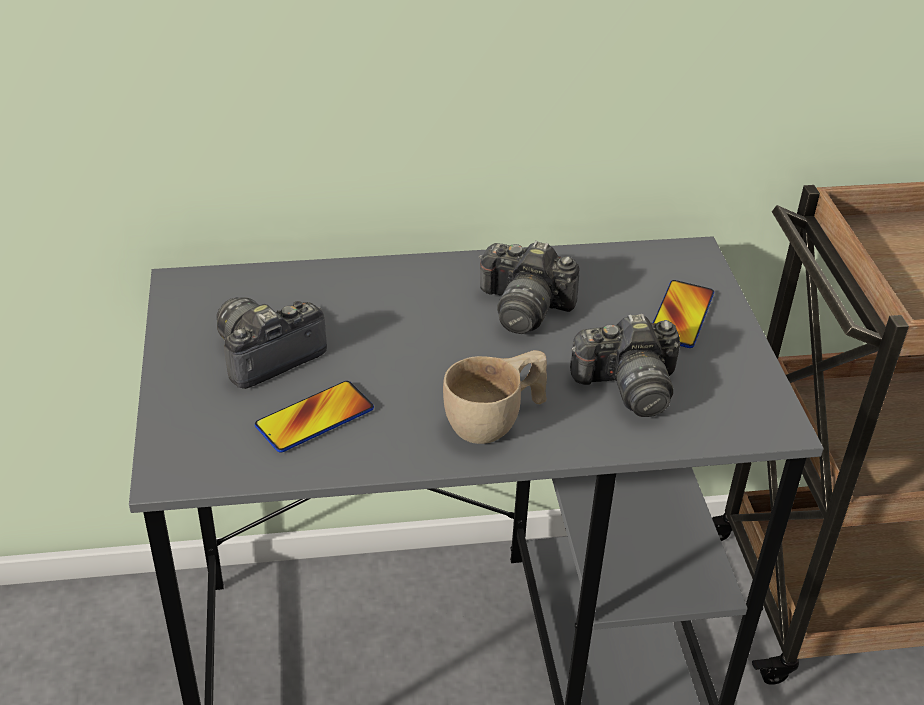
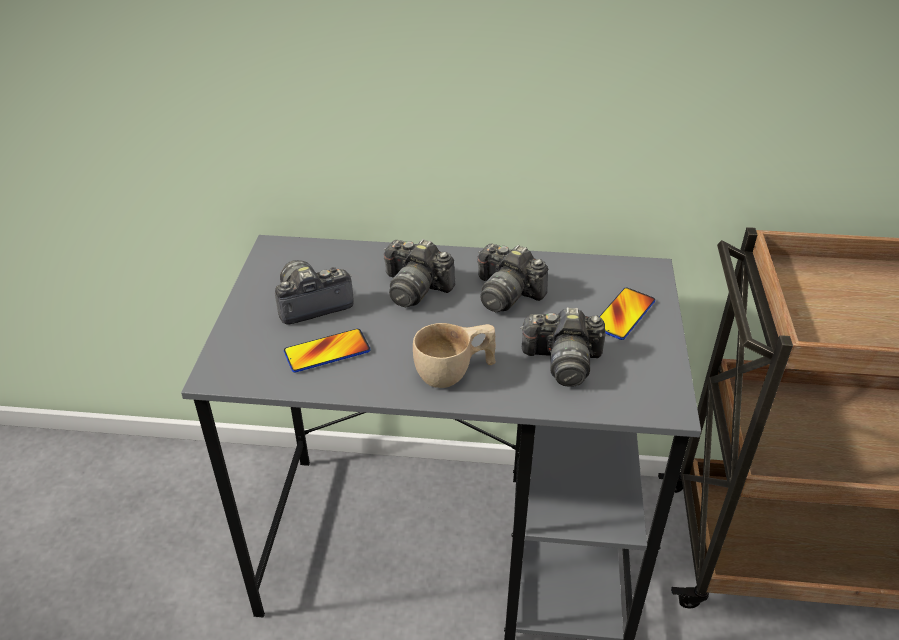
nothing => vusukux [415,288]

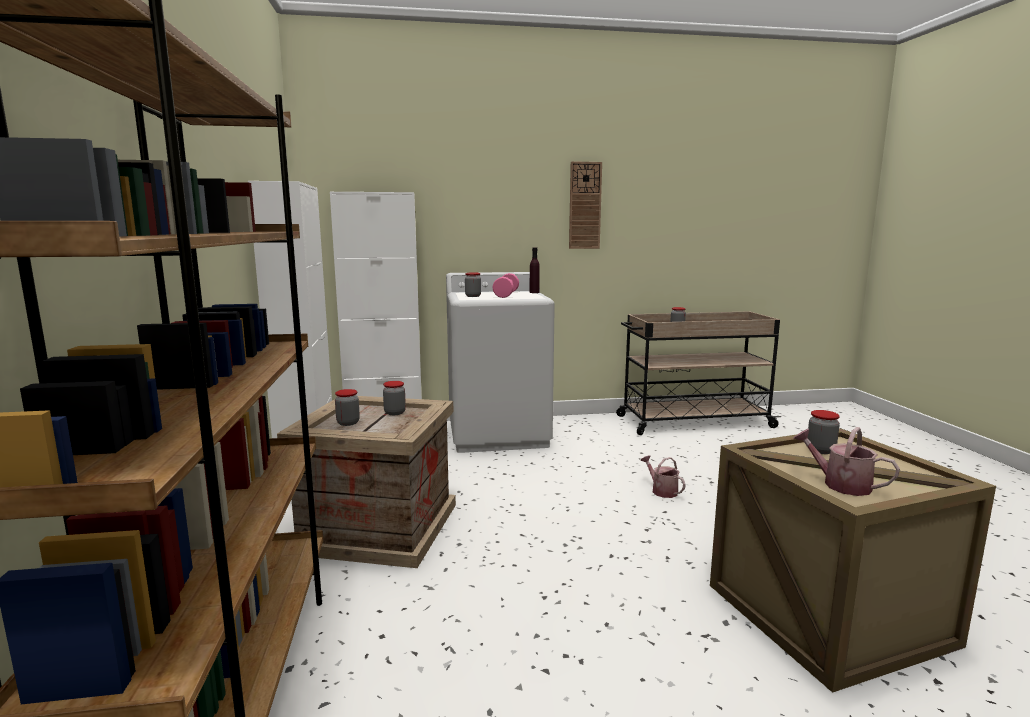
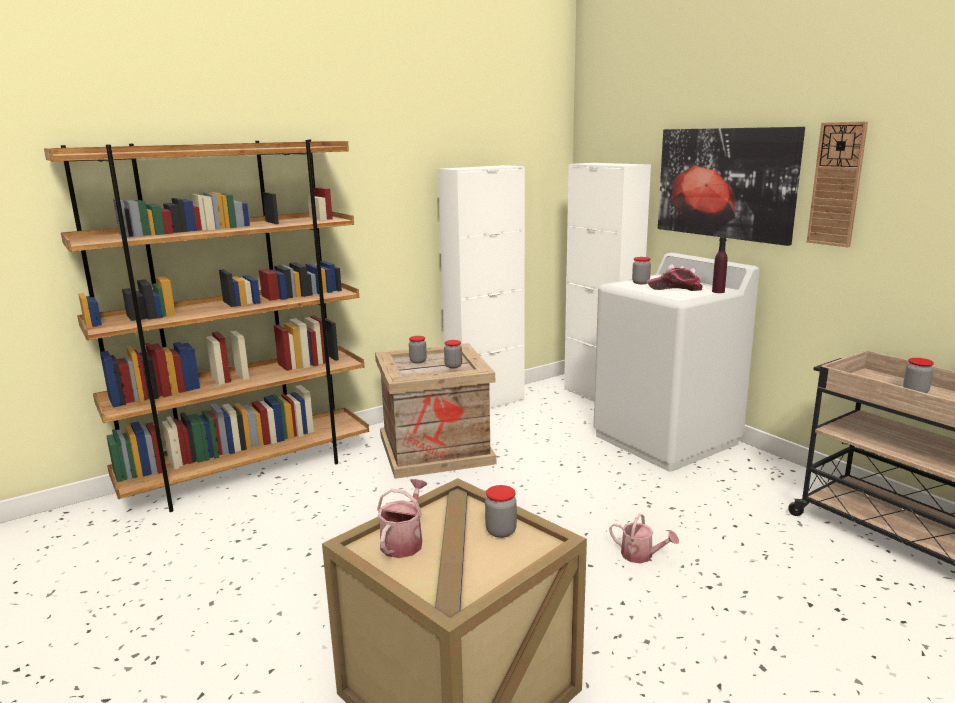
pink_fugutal [506,295] => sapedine [675,288]
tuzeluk [662,490] => tuzeluk [641,556], 90 degrees clockwise
nothing => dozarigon [725,183]

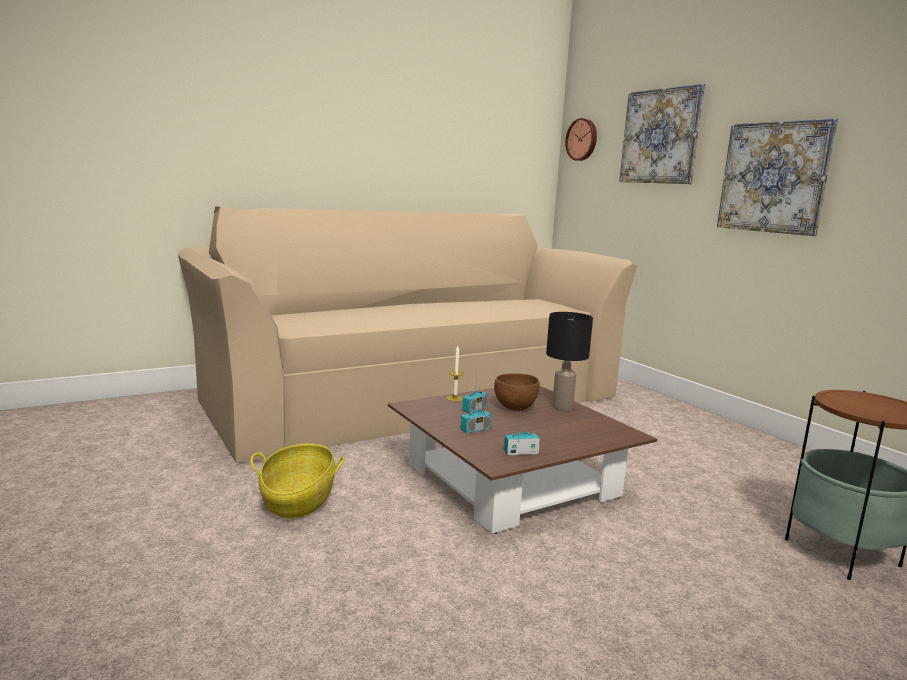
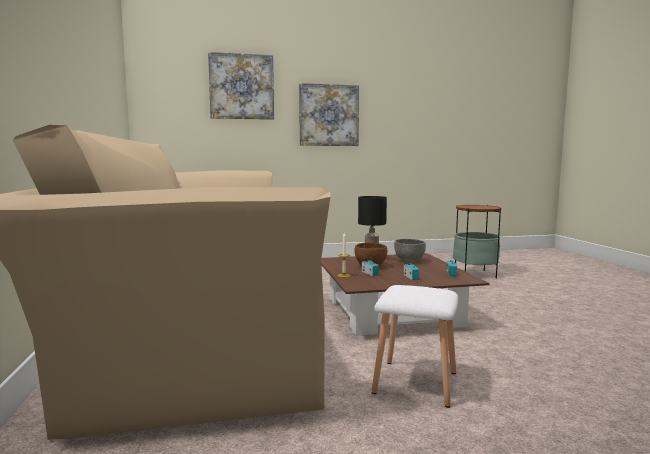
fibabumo [298,500] => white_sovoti [414,382]
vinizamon [582,139] => nothing
nothing => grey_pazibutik [409,261]

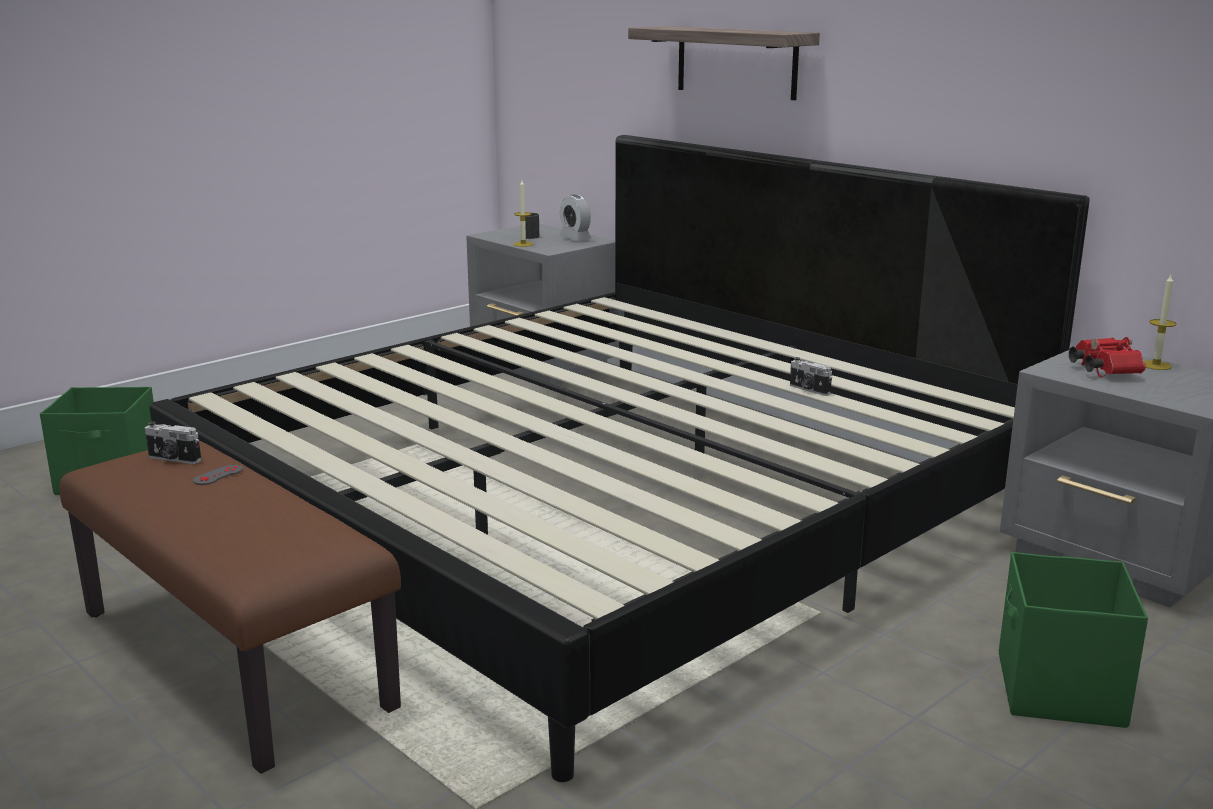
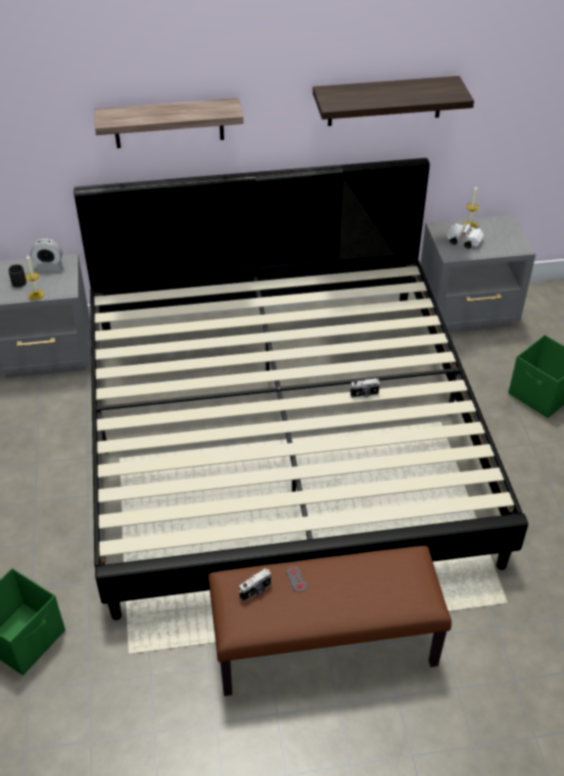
vusukux [809,390] => vusukux [364,394], move
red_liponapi [1102,370] => white_liponapi [462,241]
nothing => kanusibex [385,101]

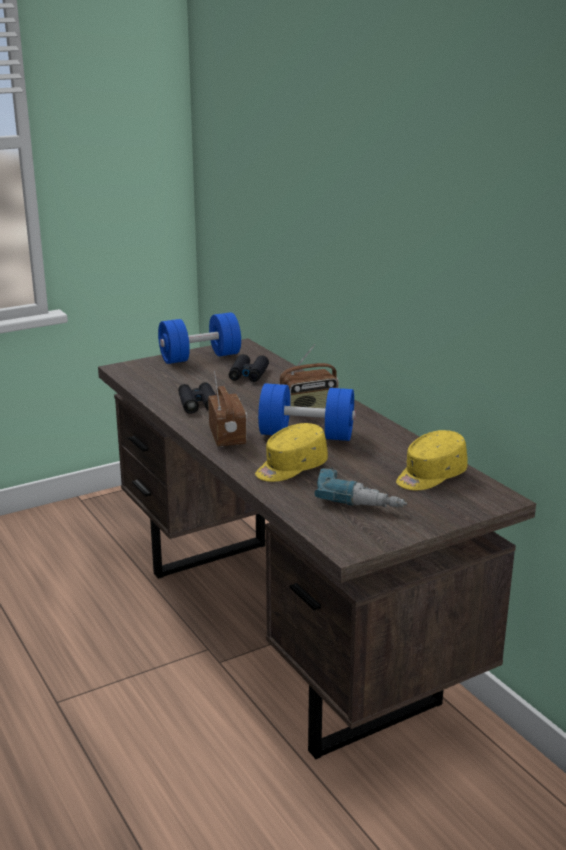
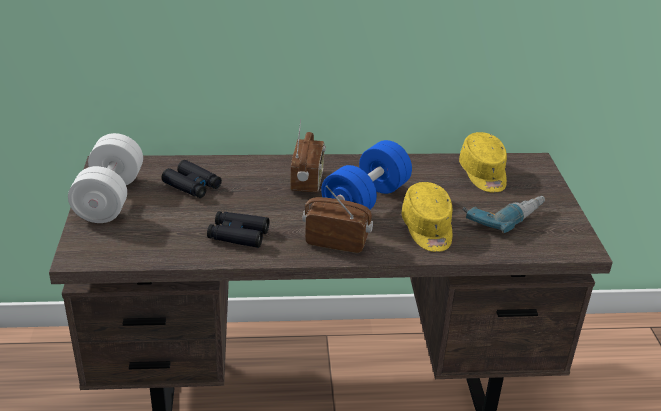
blue_fugutal [200,357] => white_fugutal [110,198]

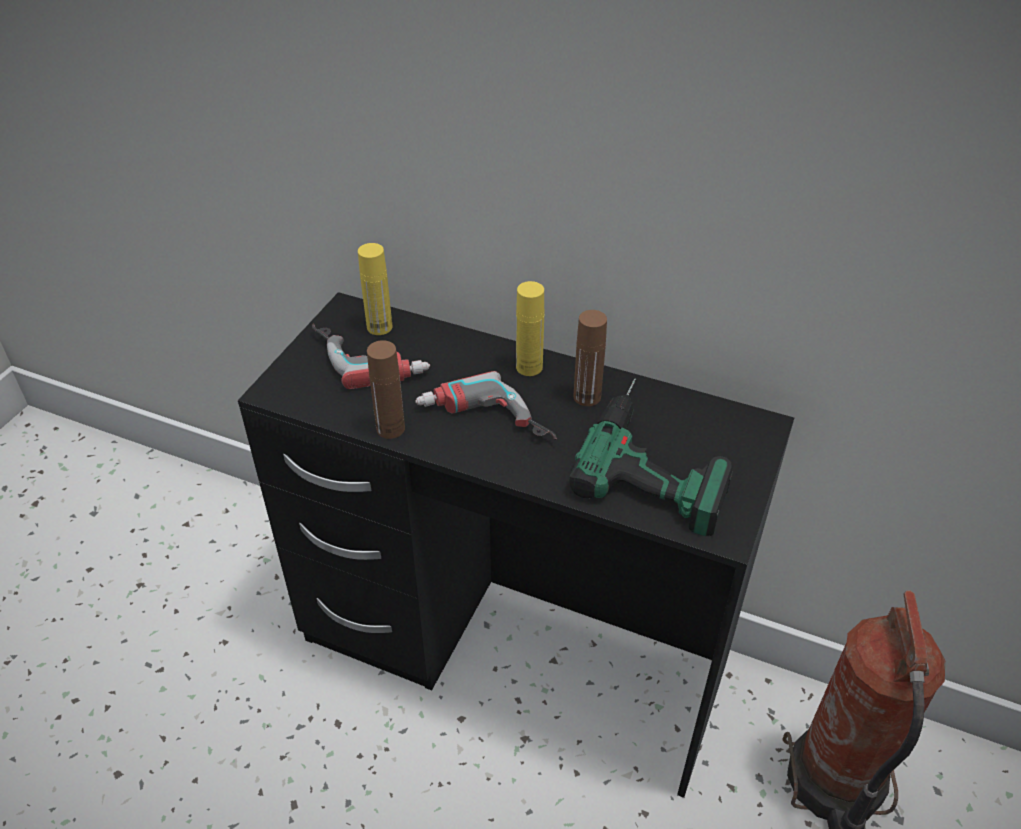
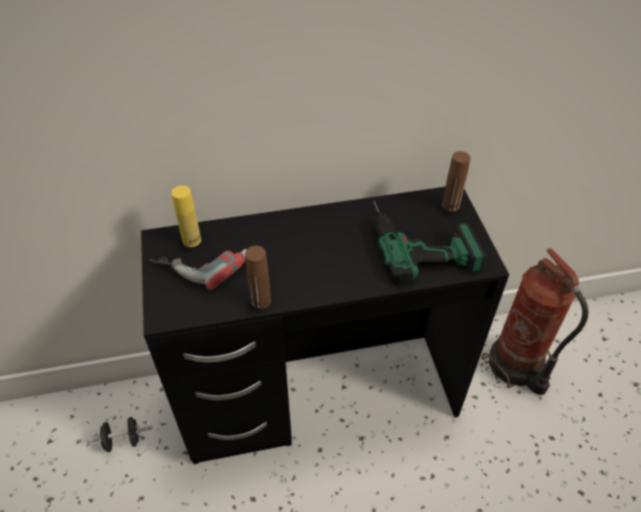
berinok [483,425] => nothing
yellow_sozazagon [529,367] => nothing
brown_sozazagon [587,397] => brown_sozazagon [450,206], move
nothing => black_fugutal [123,440]

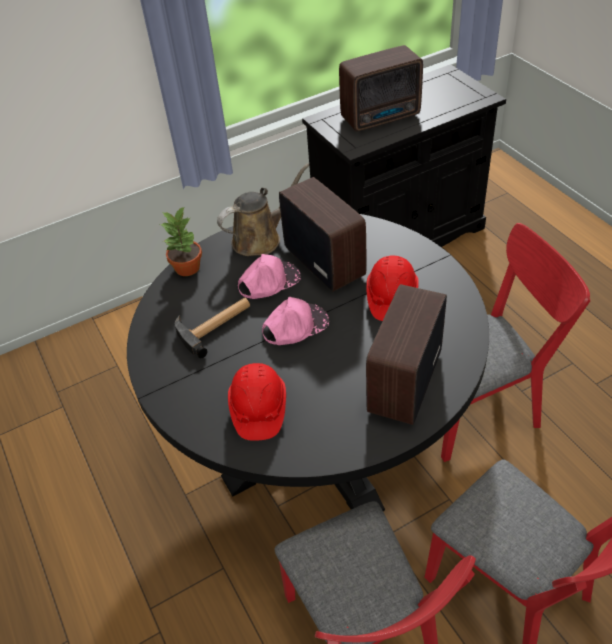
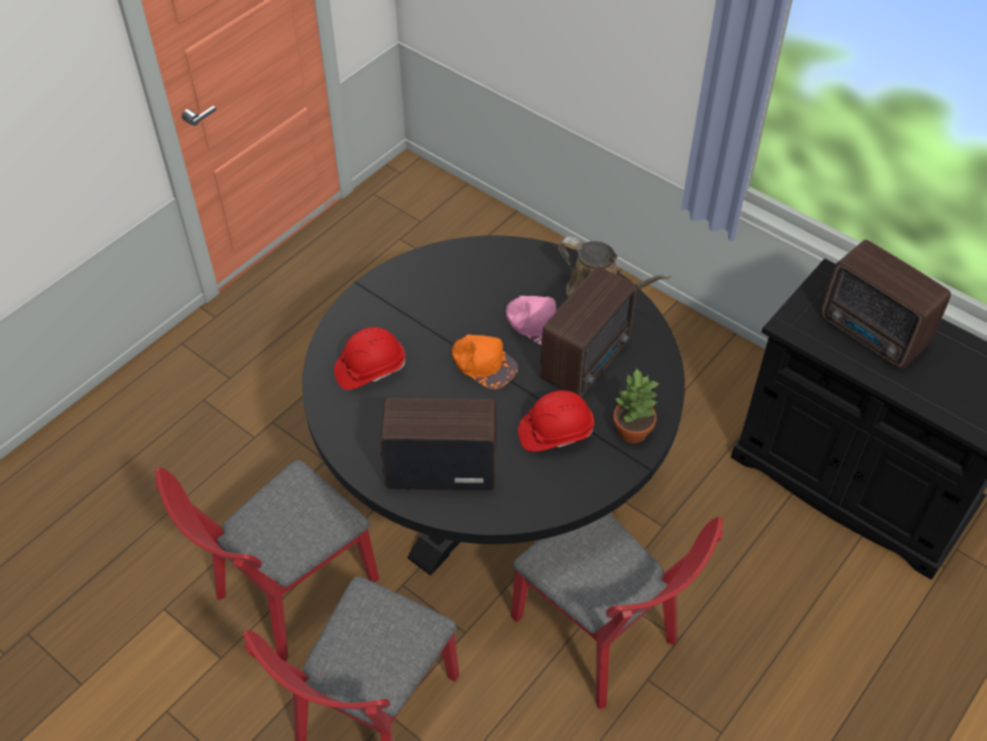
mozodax [188,268] => mozodax [632,432], move
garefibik [216,325] => nothing
pink_sapedine [295,325] => orange_sapedine [483,363]

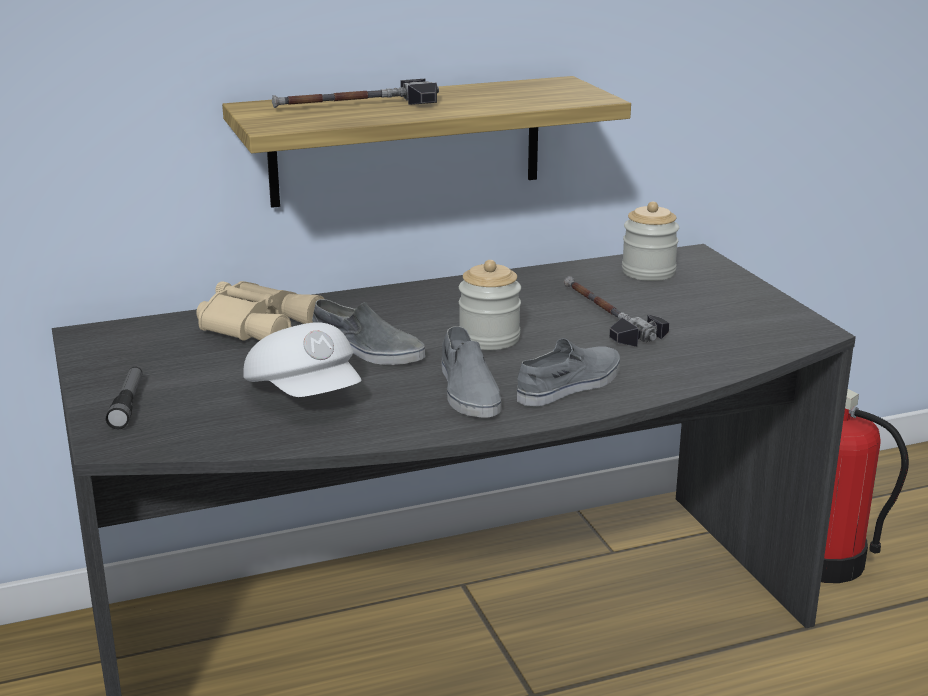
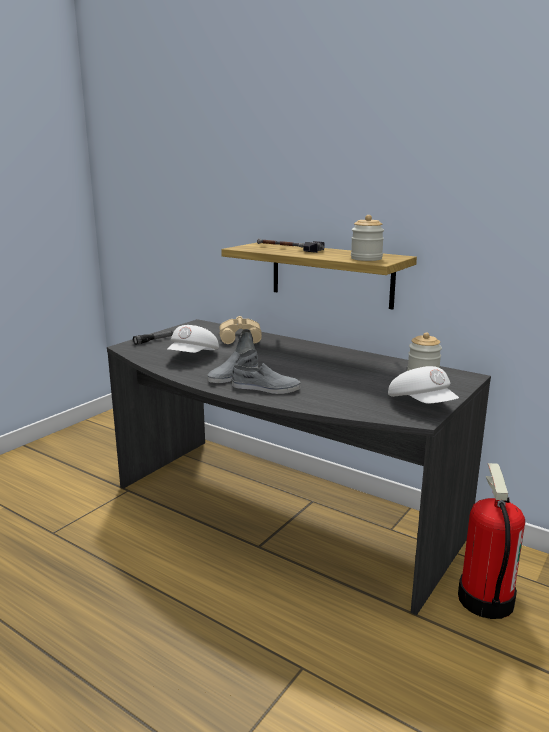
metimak [489,338] => metimak [366,258], move
garefibik [605,316] => nothing
nothing => white_sapedine [422,404]

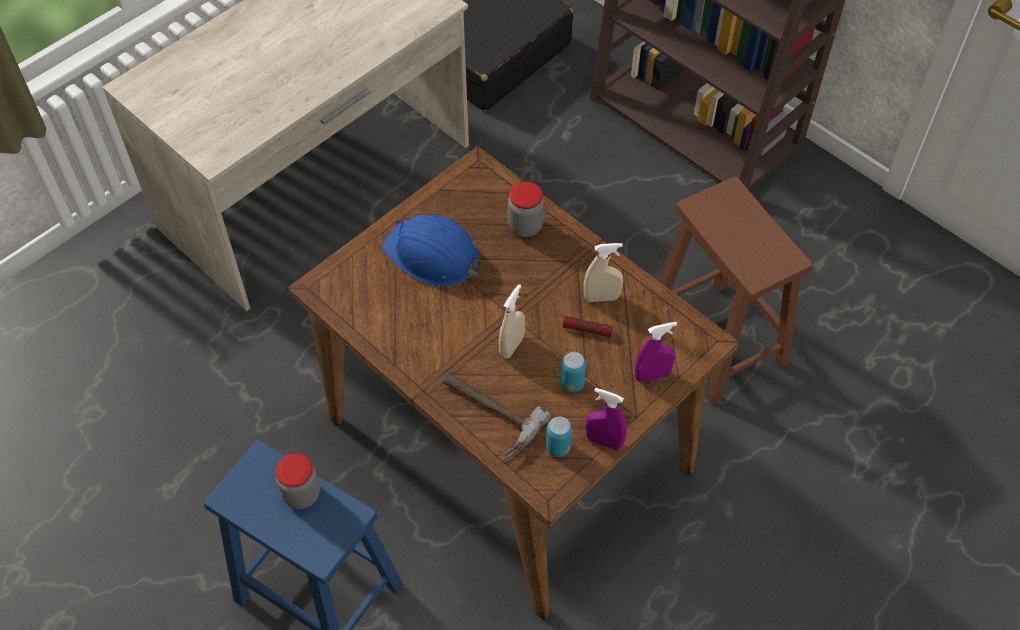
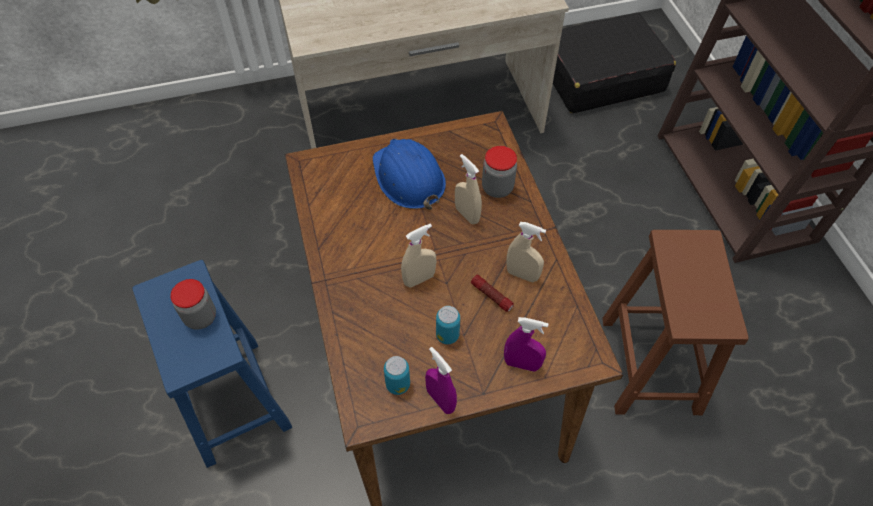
garefibik [485,415] => nothing
nothing => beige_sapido [467,215]

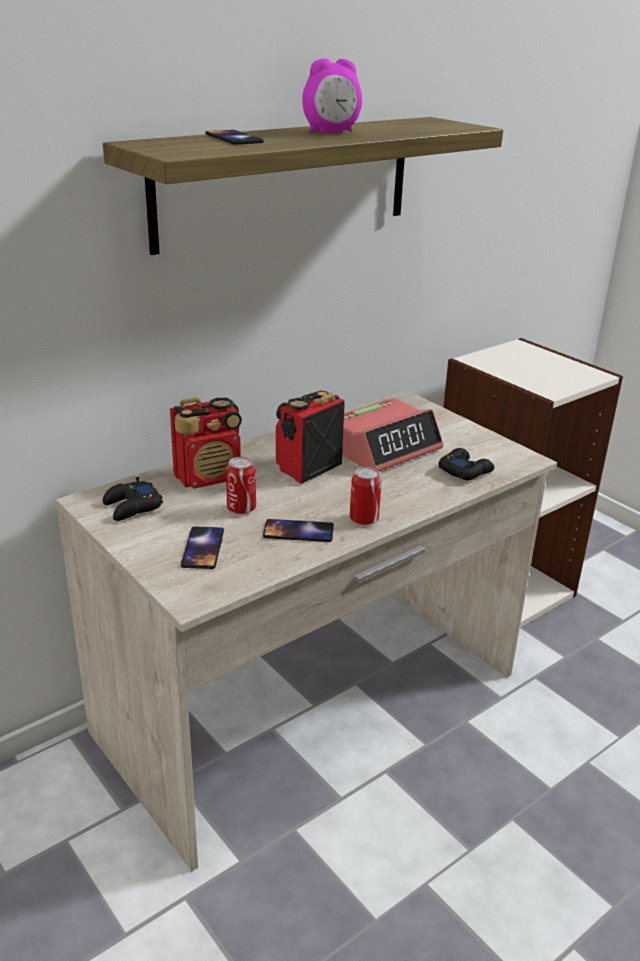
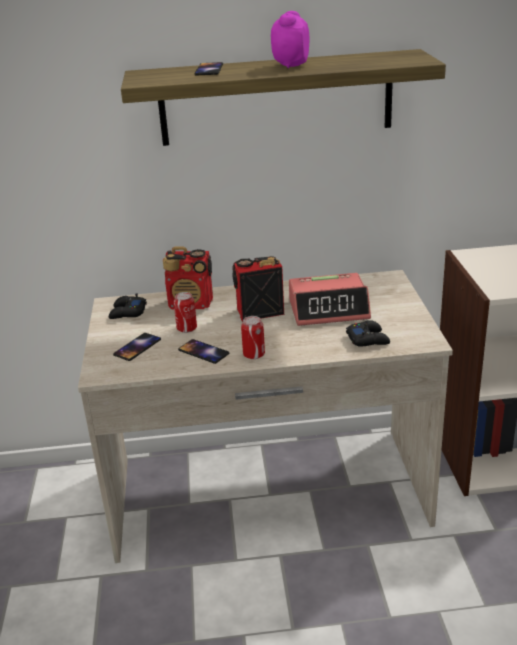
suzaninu [331,133] => suzaninu [290,65], 90 degrees clockwise

